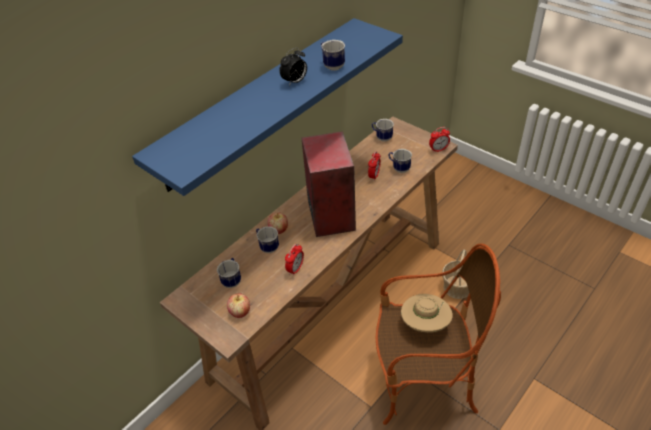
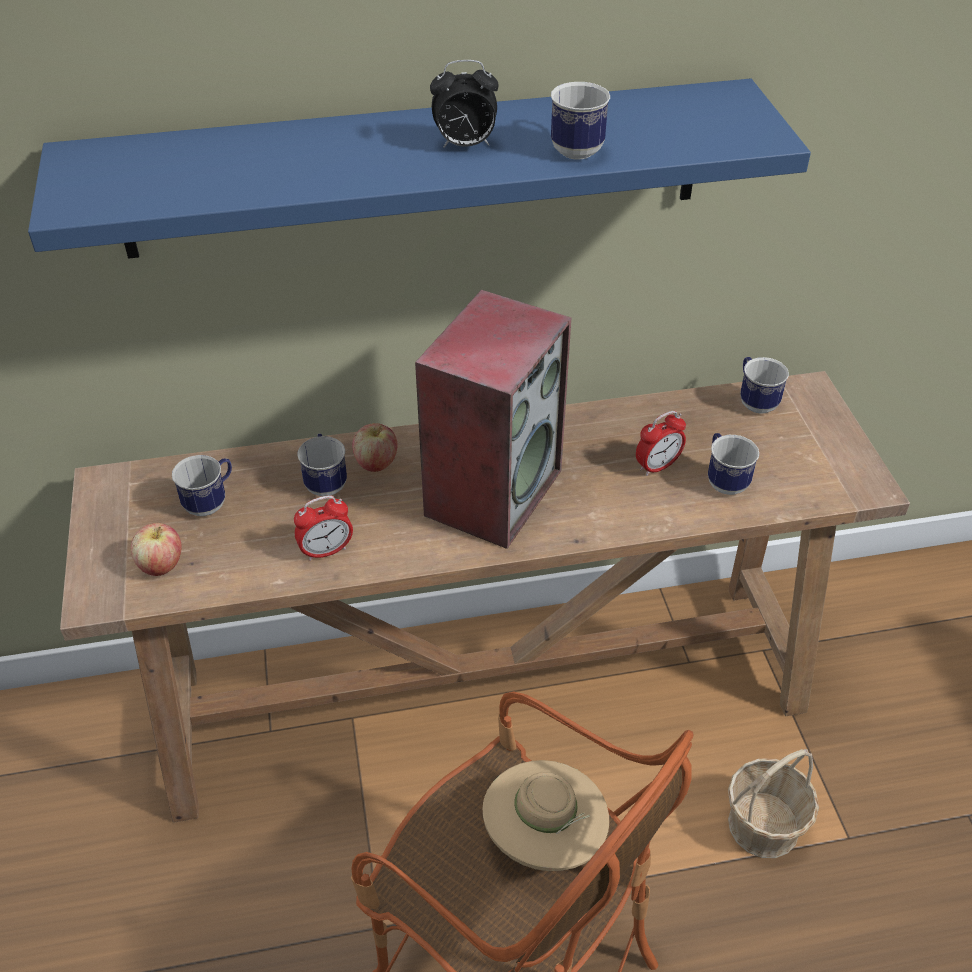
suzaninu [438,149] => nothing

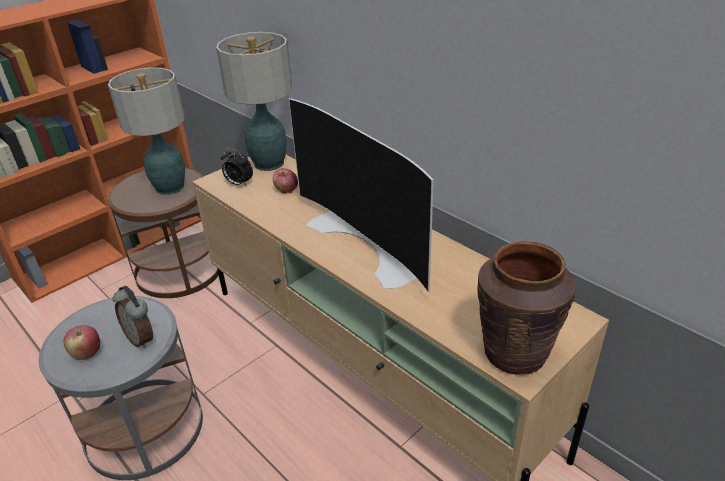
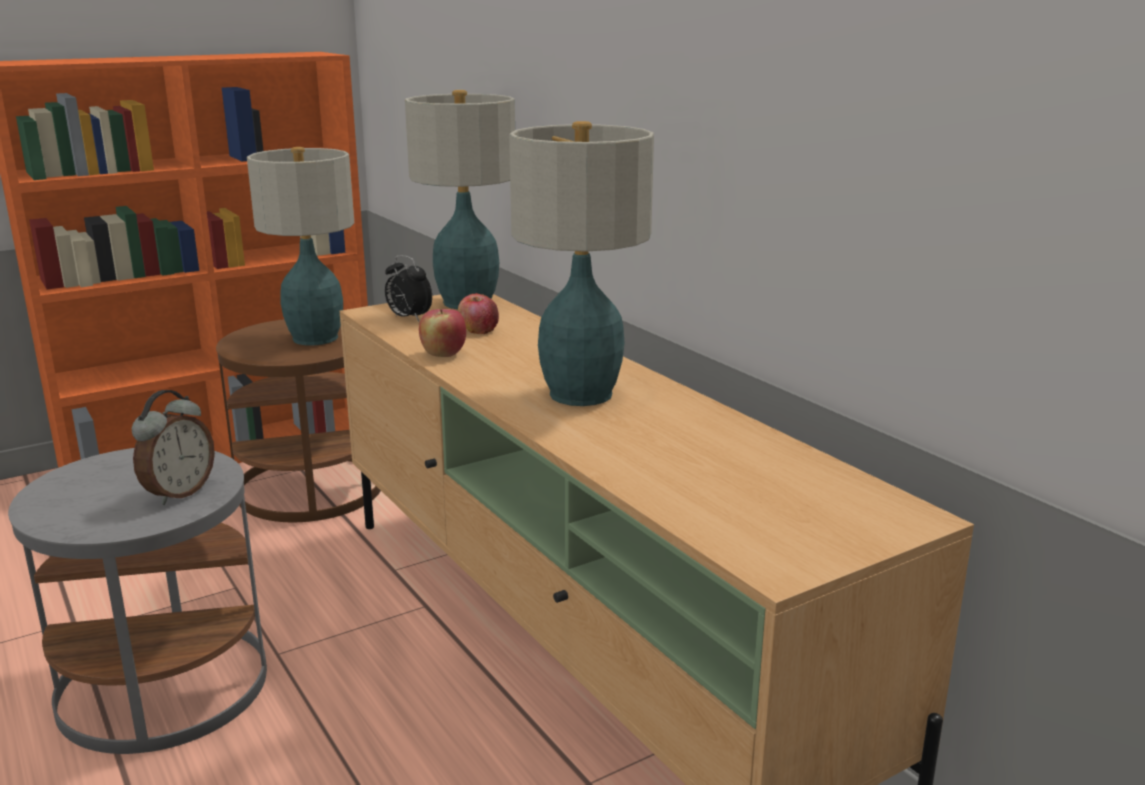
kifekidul [87,354] => kifekidul [443,354], move
suzaninu [141,338] => suzaninu [178,493], 120 degrees counterclockwise
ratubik [369,242] => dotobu [582,395]
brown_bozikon [514,353] => nothing

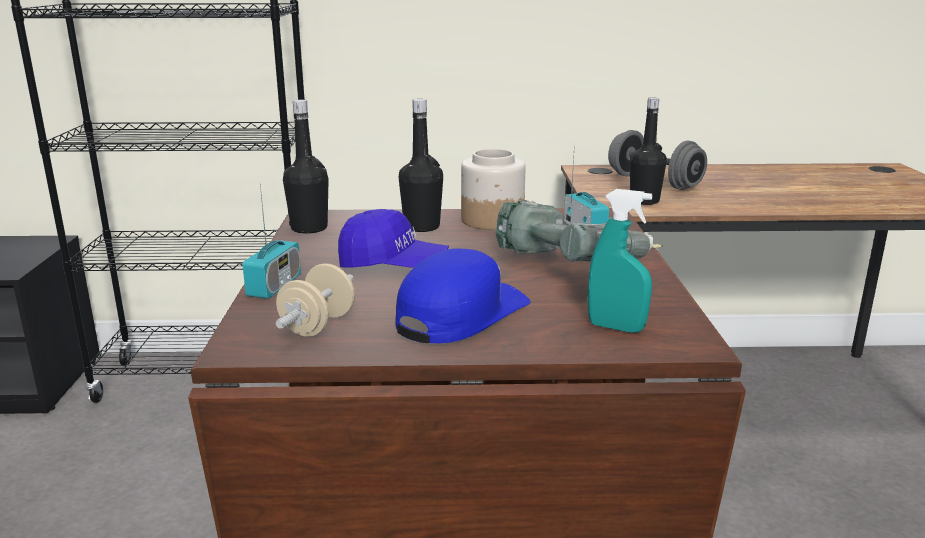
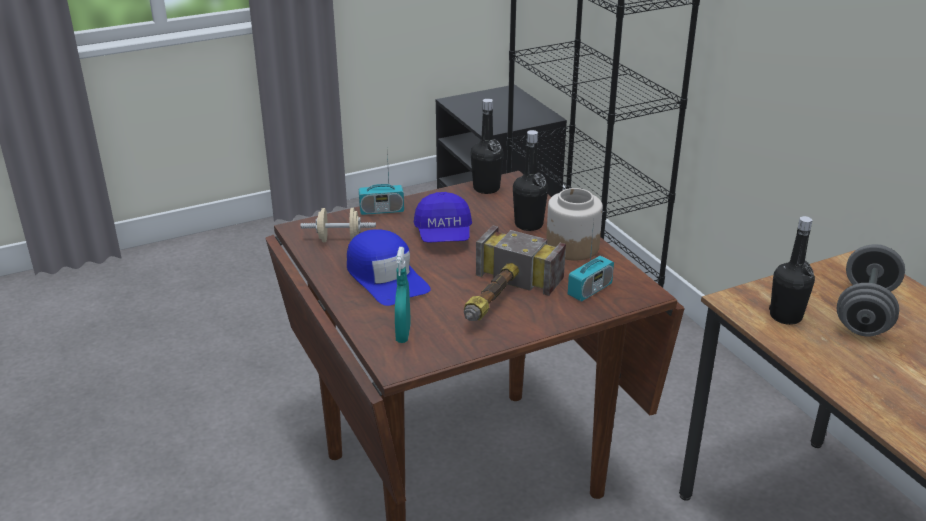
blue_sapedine [461,314] => blue_sapedine [385,277], 45 degrees clockwise
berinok [573,267] => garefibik [499,300]

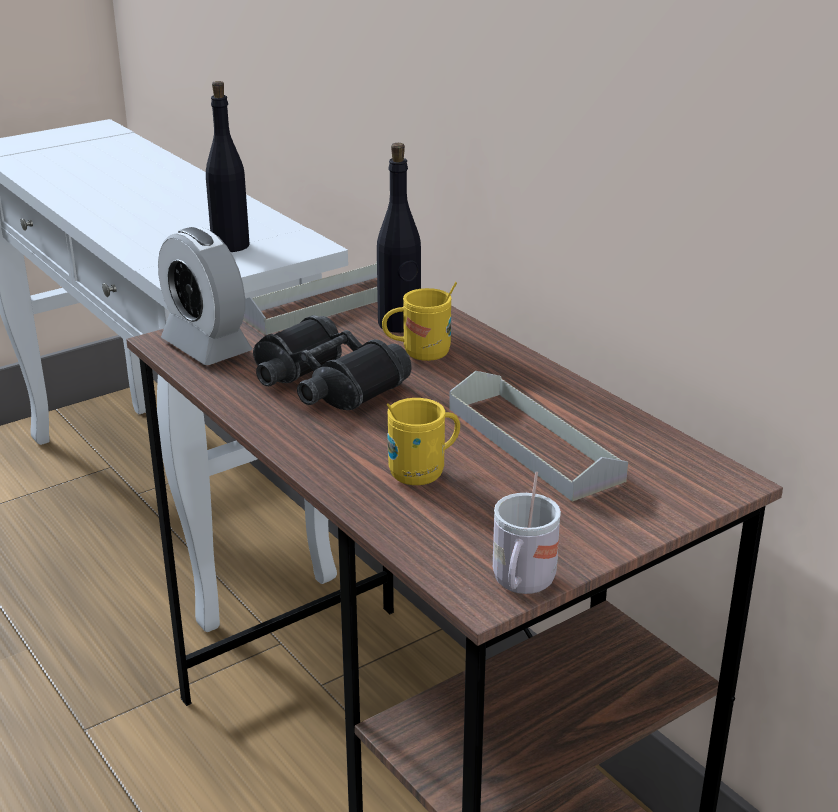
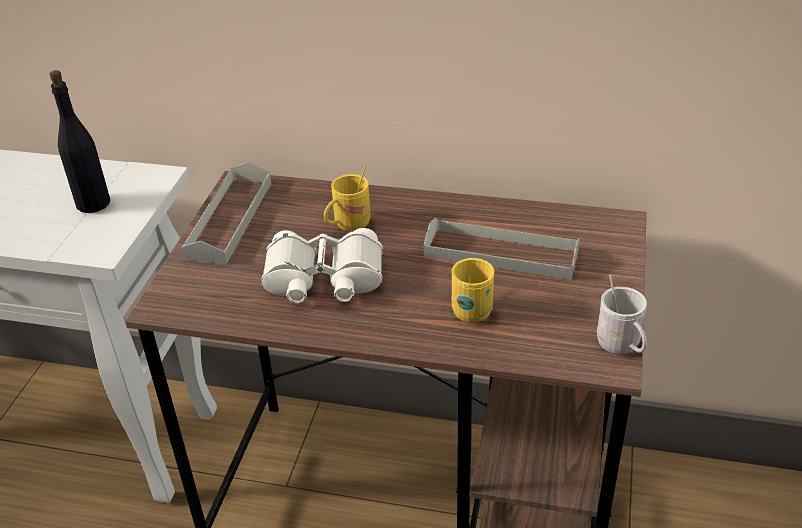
suzaninu [206,346] => nothing
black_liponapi [325,384] => white_liponapi [324,280]
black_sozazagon [399,324] => nothing

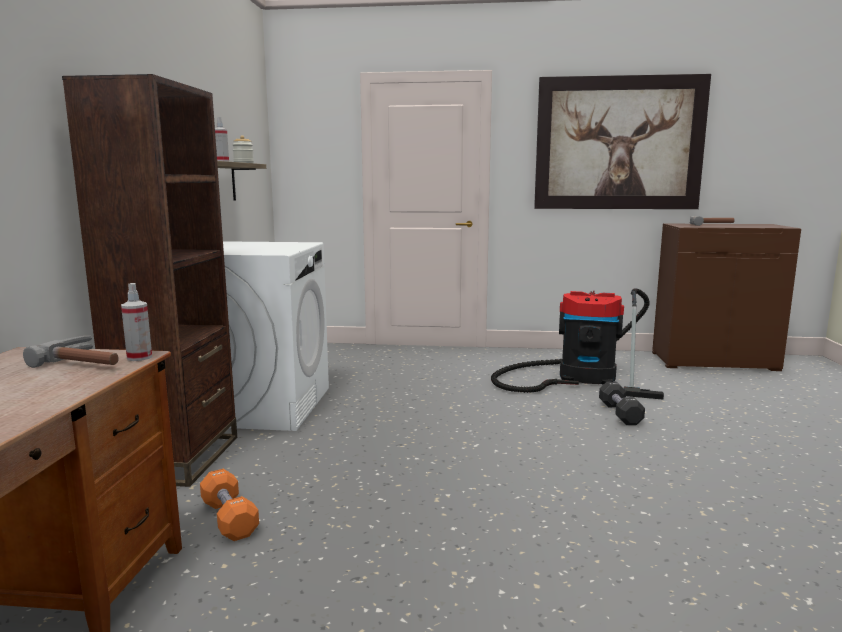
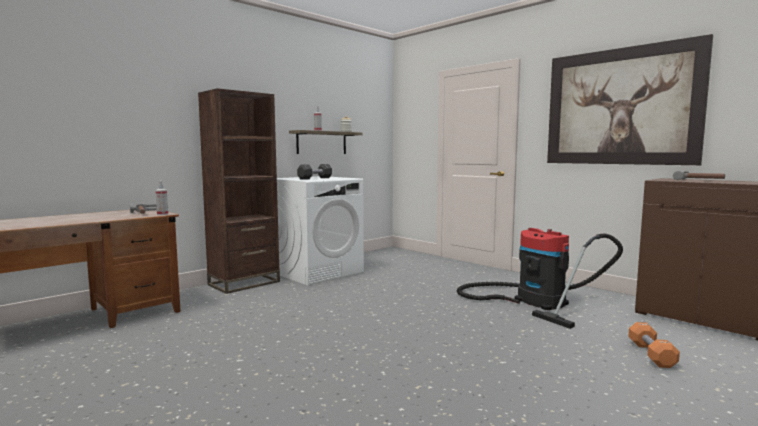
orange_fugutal [229,518] => orange_fugutal [651,354], move
black_fugutal [620,414] => black_fugutal [315,178], move

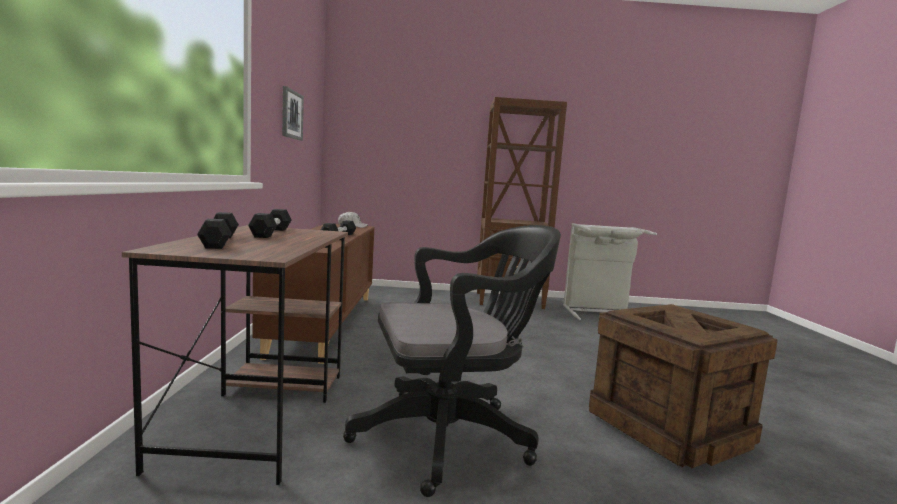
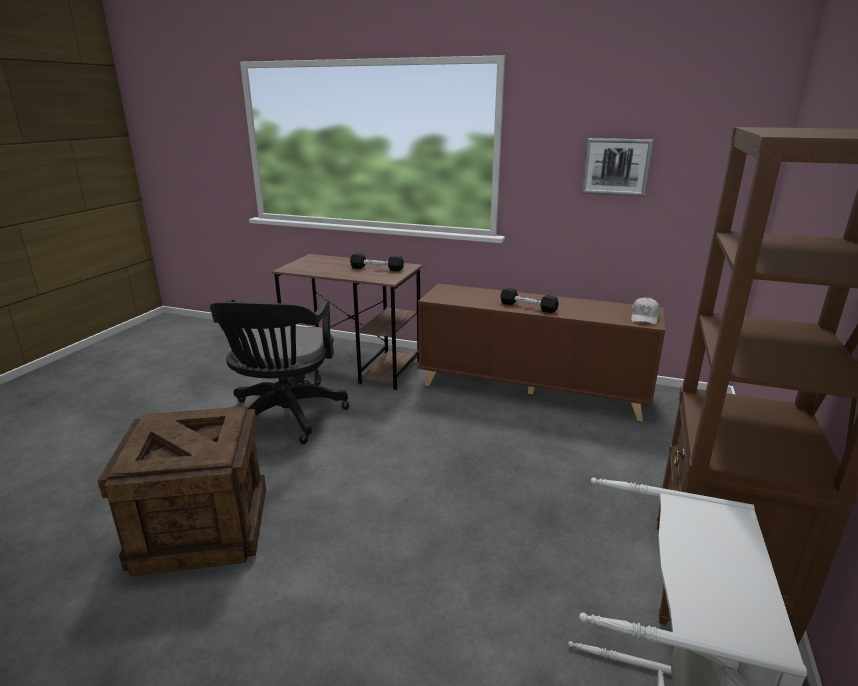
black_fugutal [220,241] => nothing

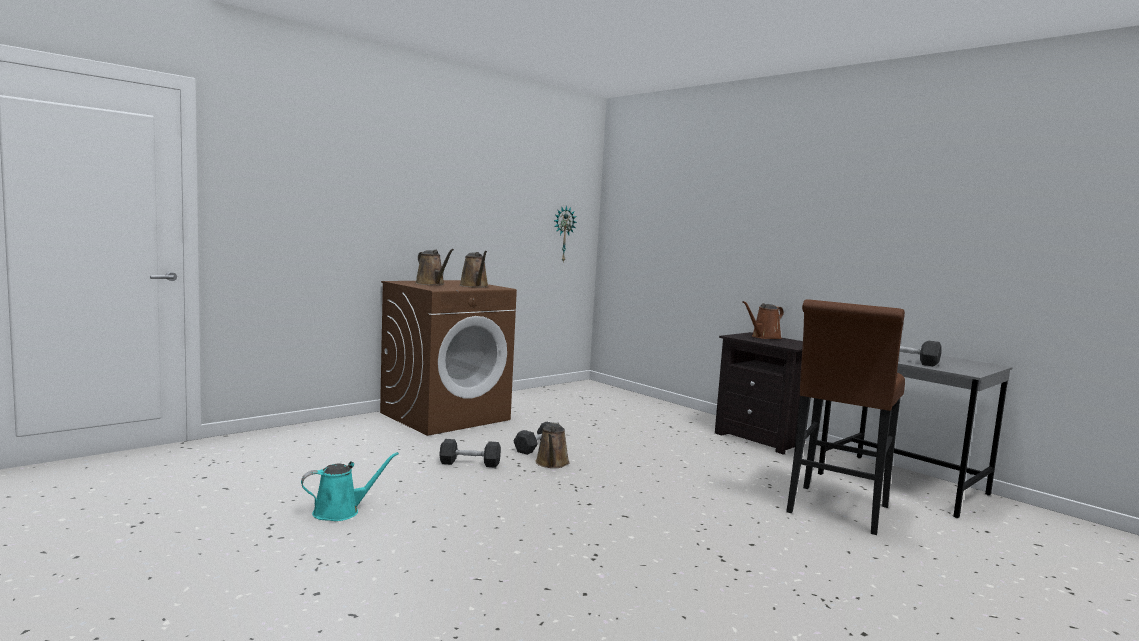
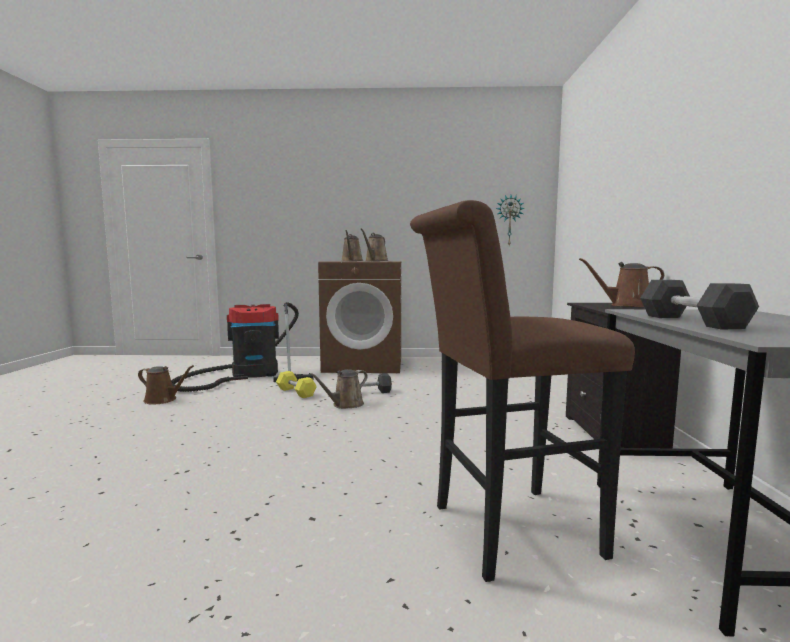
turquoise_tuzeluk [341,511] => brown_tuzeluk [163,400]
grey_fugutal [470,463] => yellow_fugutal [296,392]
nothing => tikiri [249,375]

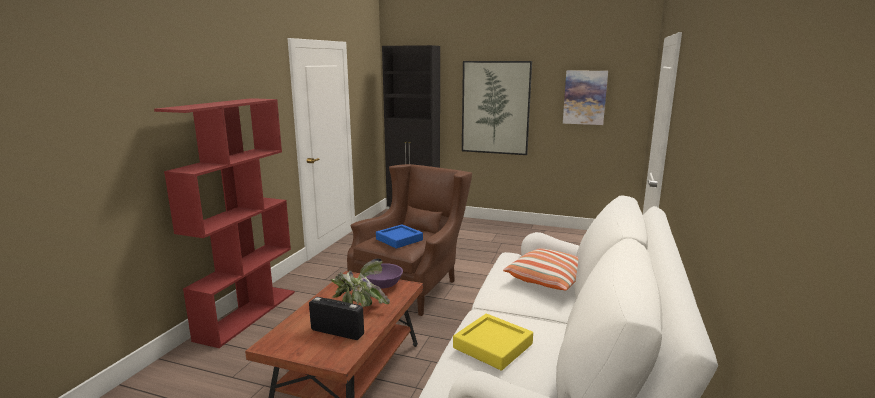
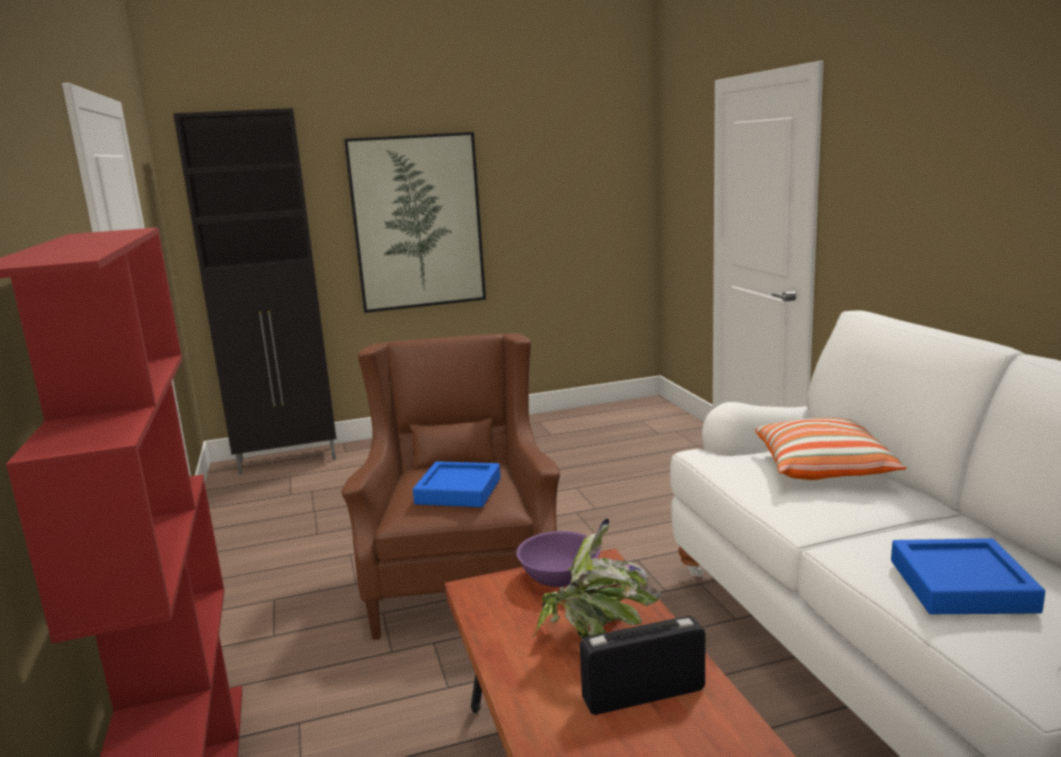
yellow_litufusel [493,346] => blue_litufusel [961,586]
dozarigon [584,97] => nothing

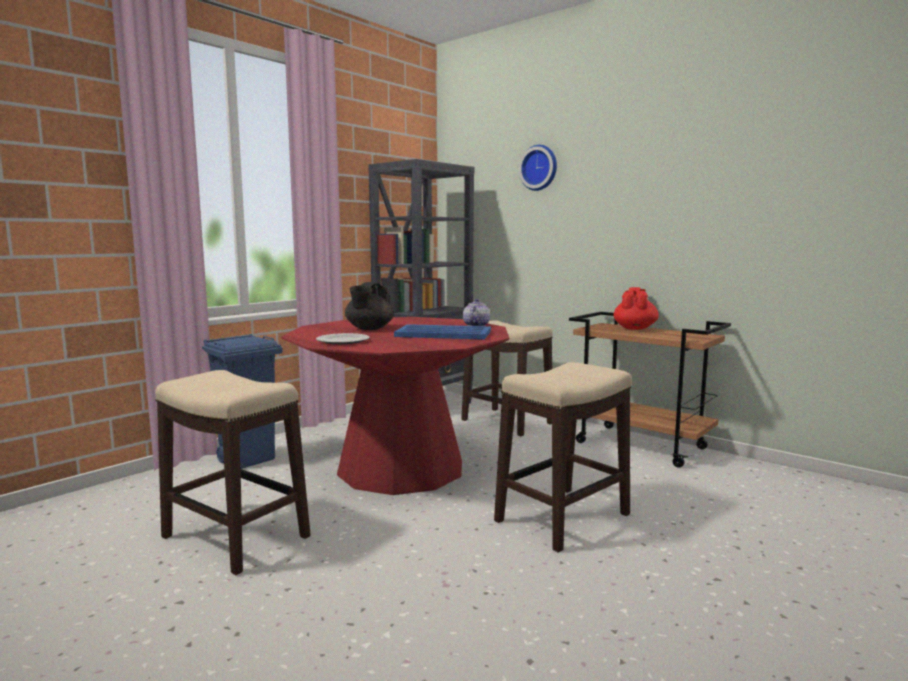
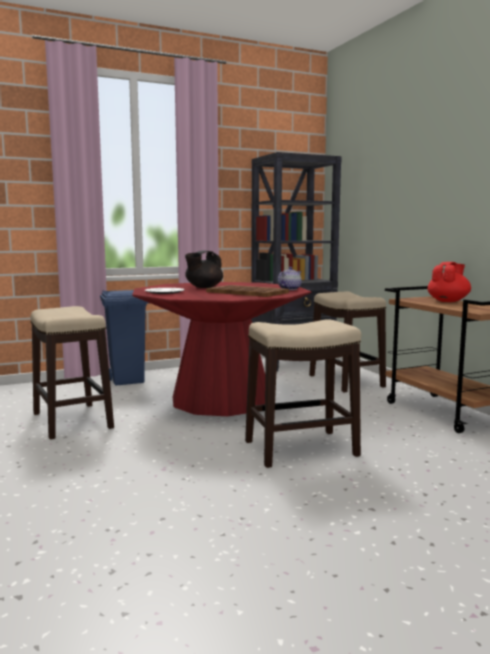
blue_litufusel [442,334] => brown_litufusel [246,292]
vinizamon [539,168] => nothing

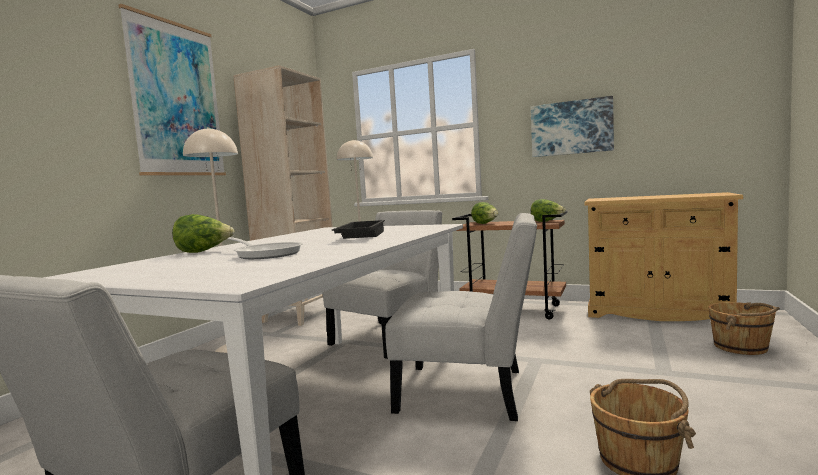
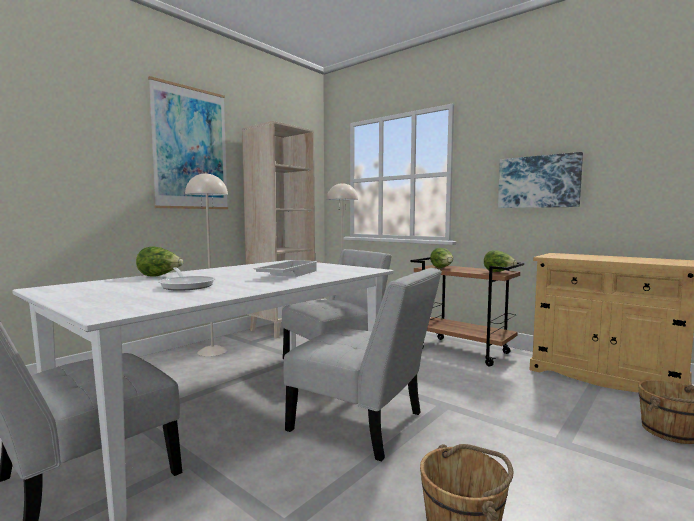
black_litufusel [360,236] => white_litufusel [287,274]

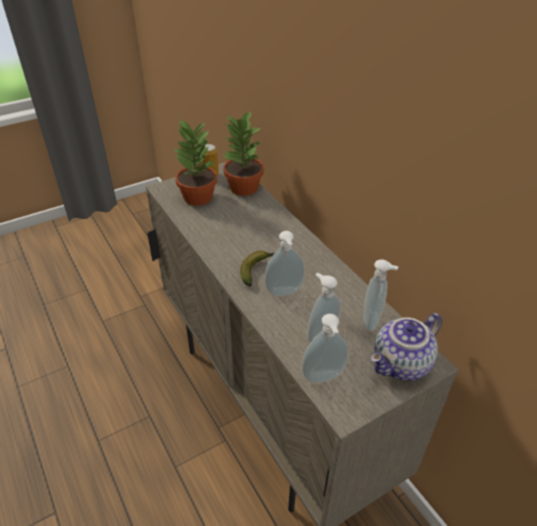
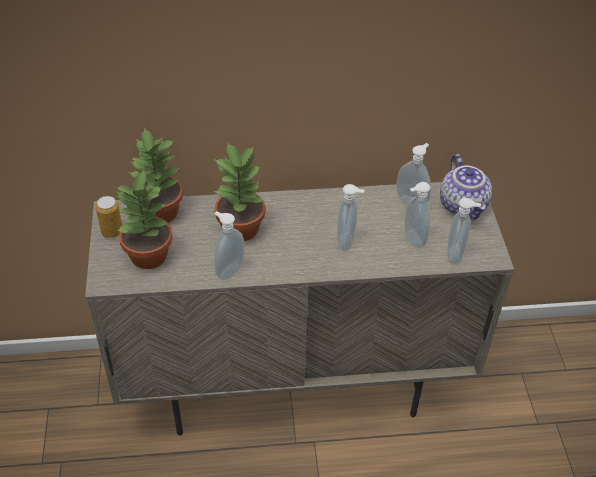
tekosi [258,269] => nothing
nothing => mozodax [241,228]
nothing => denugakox [228,270]

